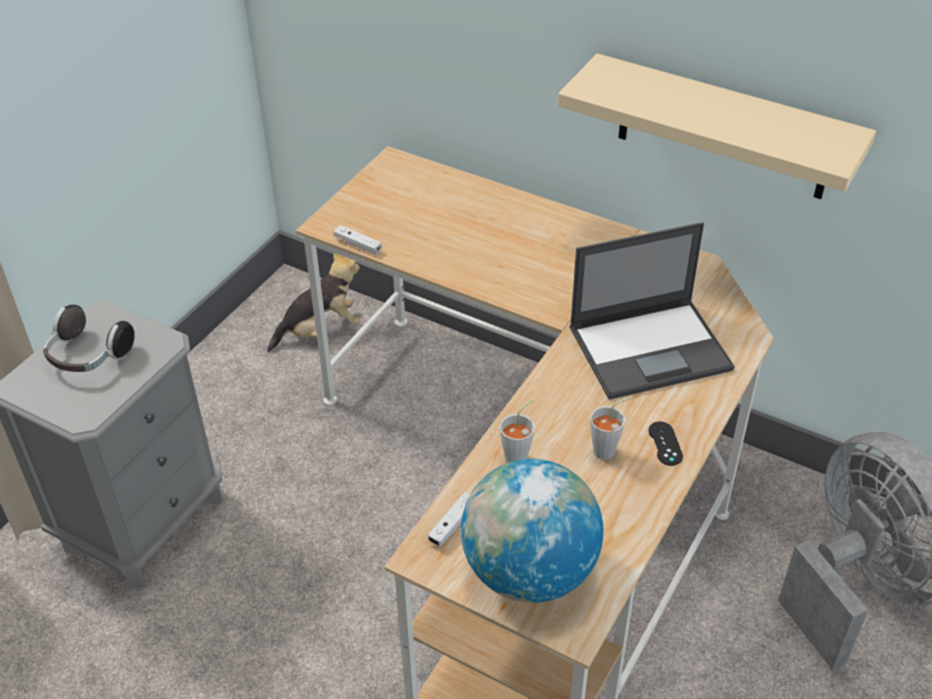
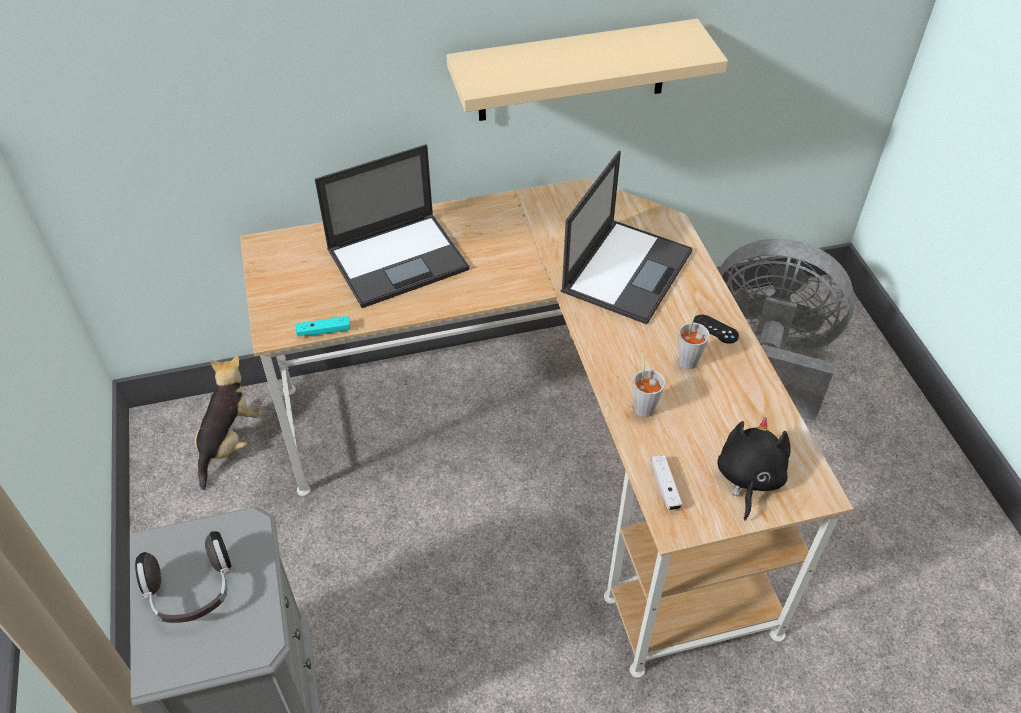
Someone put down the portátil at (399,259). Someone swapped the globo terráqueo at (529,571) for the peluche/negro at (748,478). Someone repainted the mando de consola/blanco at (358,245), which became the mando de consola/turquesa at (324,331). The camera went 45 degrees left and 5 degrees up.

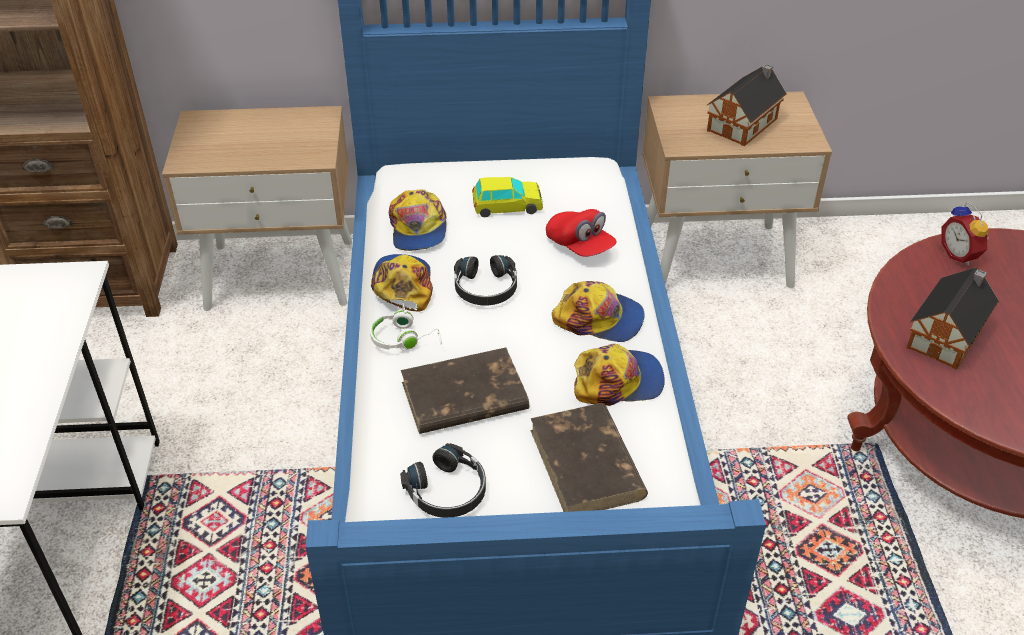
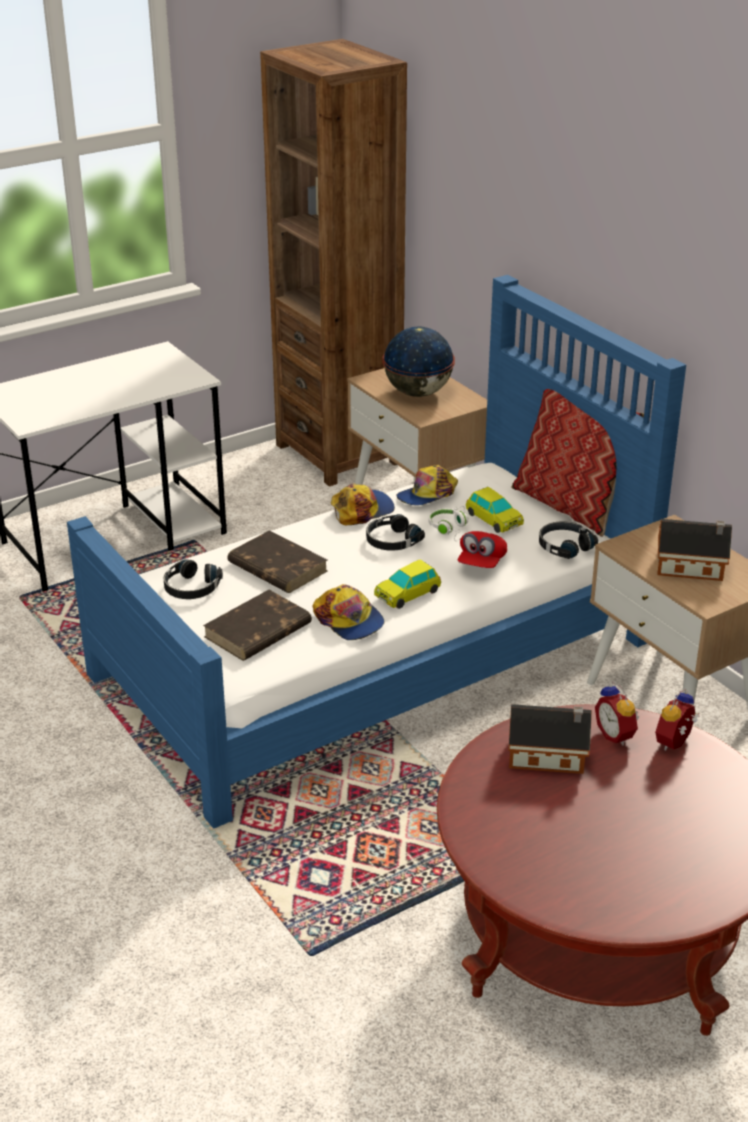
Someone put down the globo terráqueo at (417,393). Someone put down the cojín at (570,505). Someone put down the auriculares/negro at (564,546). Someone put down the despertador at (616,735). Someone carried the auriculares/blanco from (404,338) to (450,530). Someone swapped the gorra at (599,318) for the coche de juguete at (407,594). The camera went 60 degrees right and 10 degrees down.

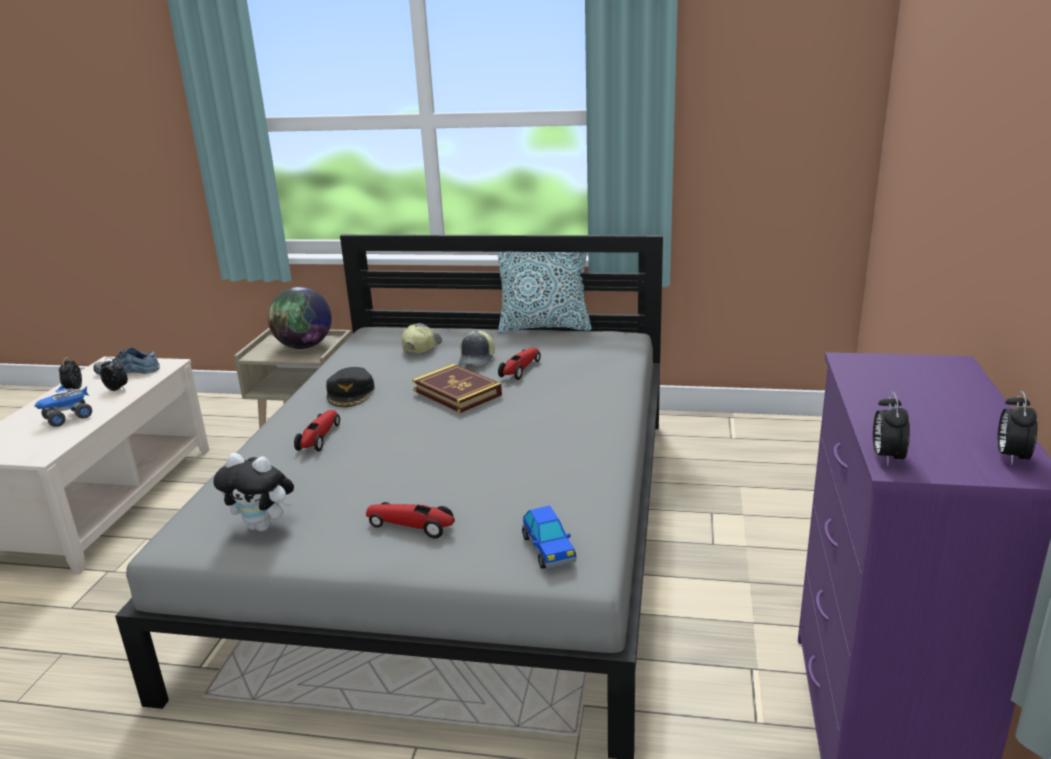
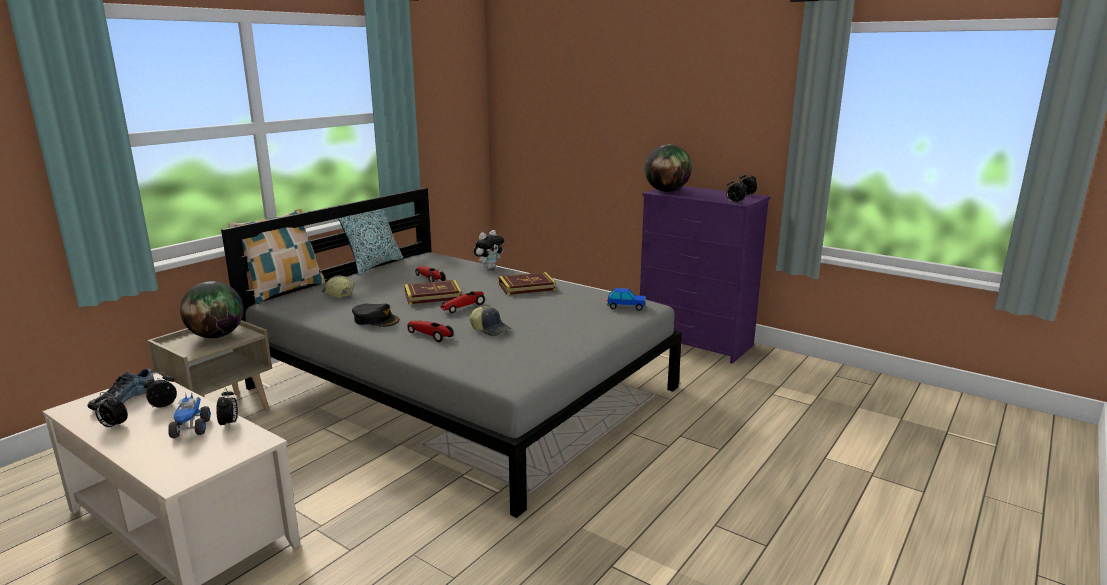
Someone put down the despertador at (229,424). Someone put down the cojín at (284,291). Someone put down the libro at (527,287). Someone put down the globo terráqueo at (667,191). Someone carried the peluche from (264,526) to (489,267). Someone carried the coche de juguete from (412,526) to (463,307). Someone carried the gorra from (477,359) to (490,329). The camera went 65 degrees left and 5 degrees down.

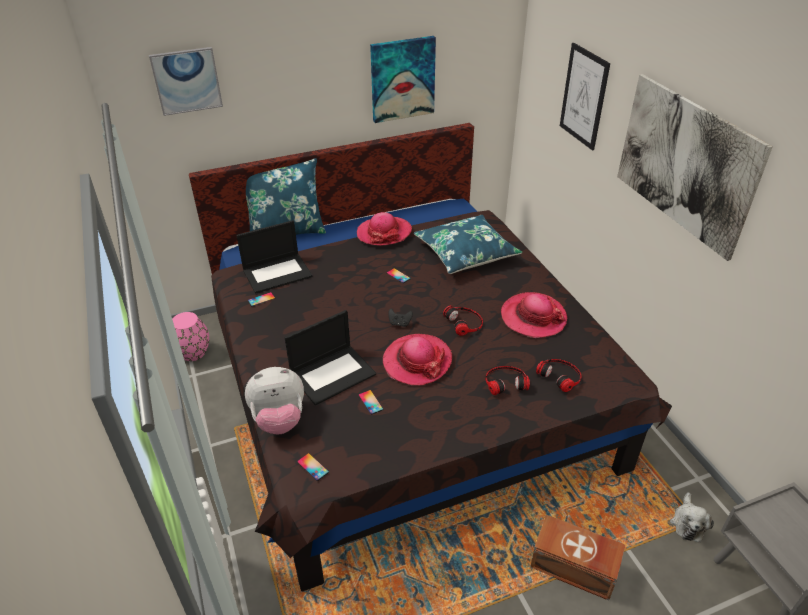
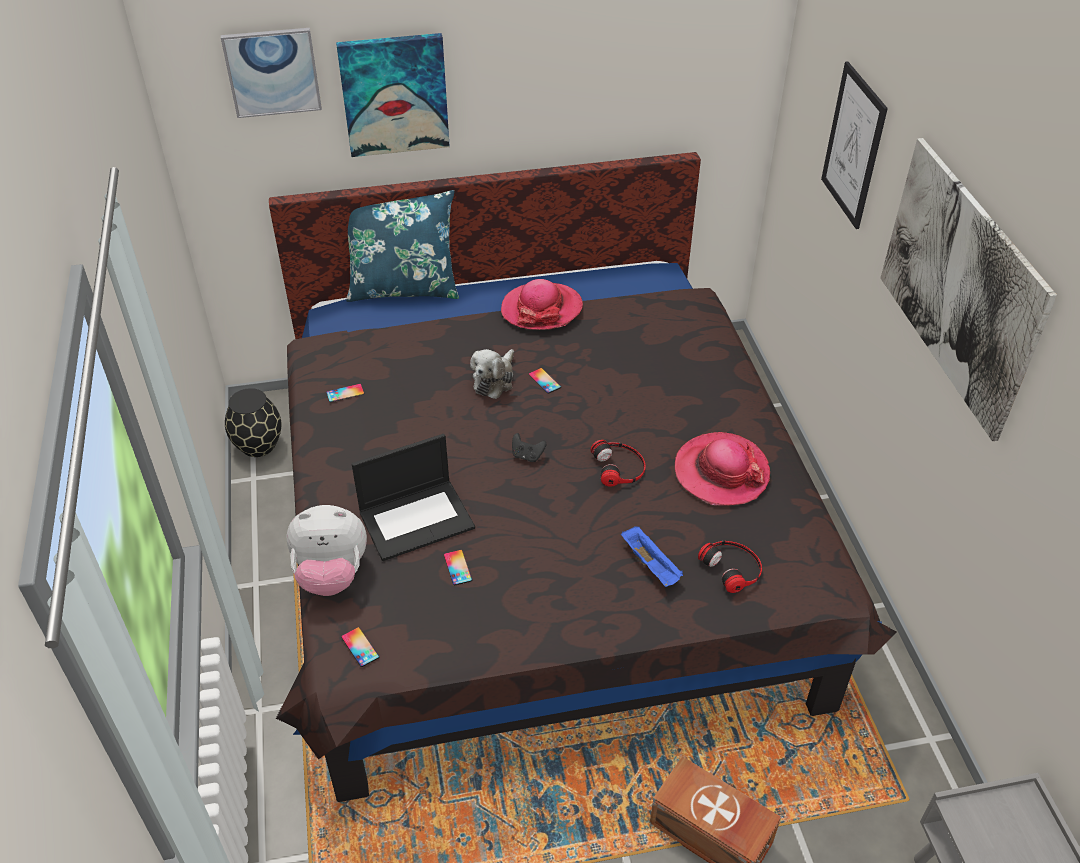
Someone took away the portátil at (278,273). Someone took away the sombrero at (417,361). Someone took away the cojín/azul at (466,253). Someone carried the cuadro from (402,79) to (394,94). Someone carried the peluche from (688,523) to (494,380). Someone swapped the auriculares at (505,382) for the bandeja/azul at (651,565). Someone repainted the florero/rosa at (194,352), which became the florero/negro at (259,445). The camera went 10 degrees right and 5 degrees up.

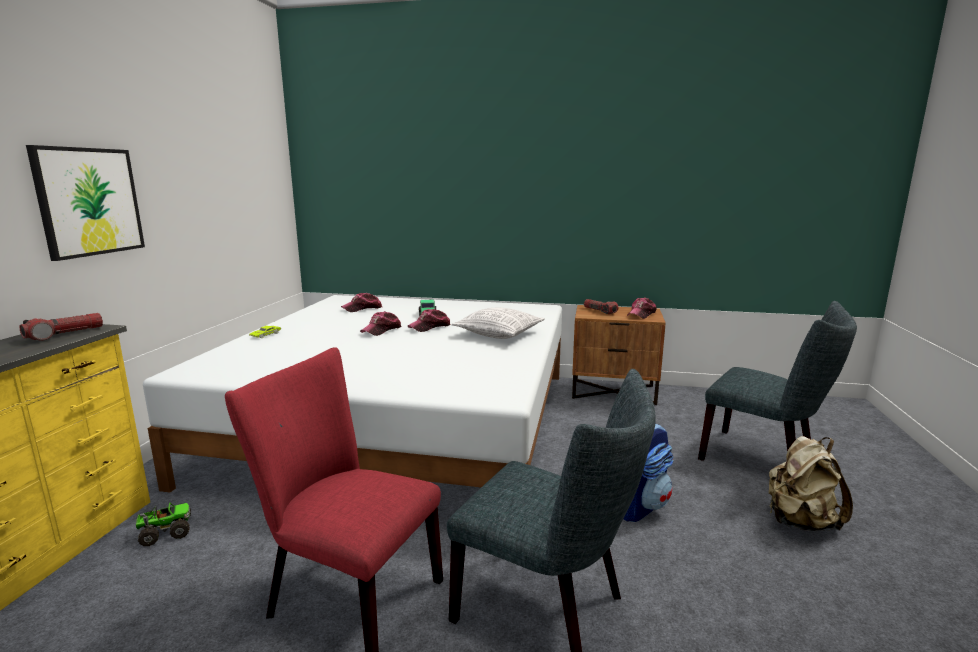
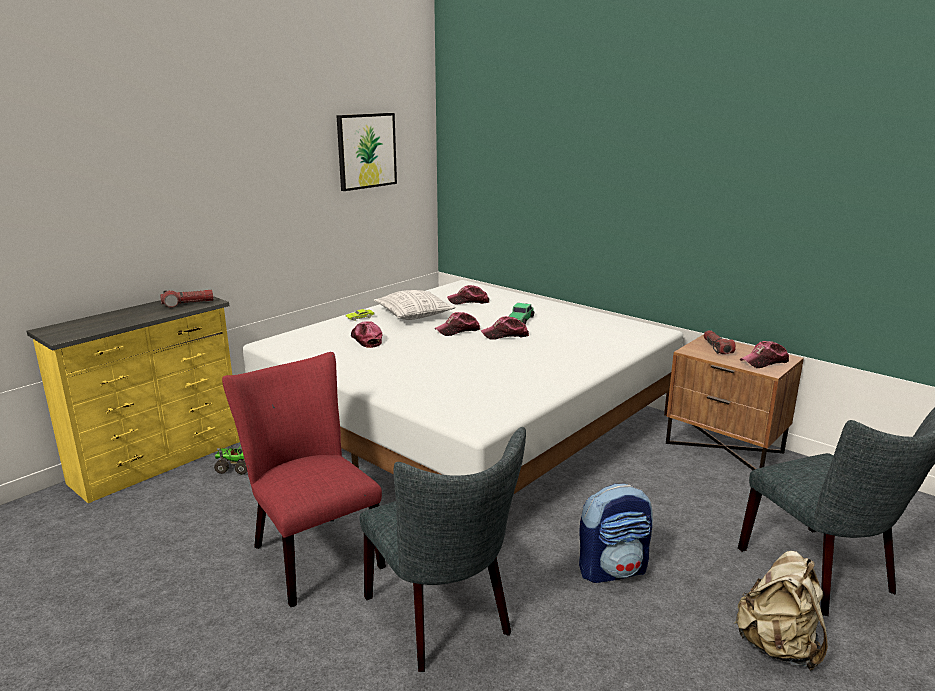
Someone put down the gorra at (366,339). Someone carried the cuadro from (89,201) to (366,151). Someone carried the cojín from (499,334) to (414,315). The camera went 30 degrees right and 5 degrees up.

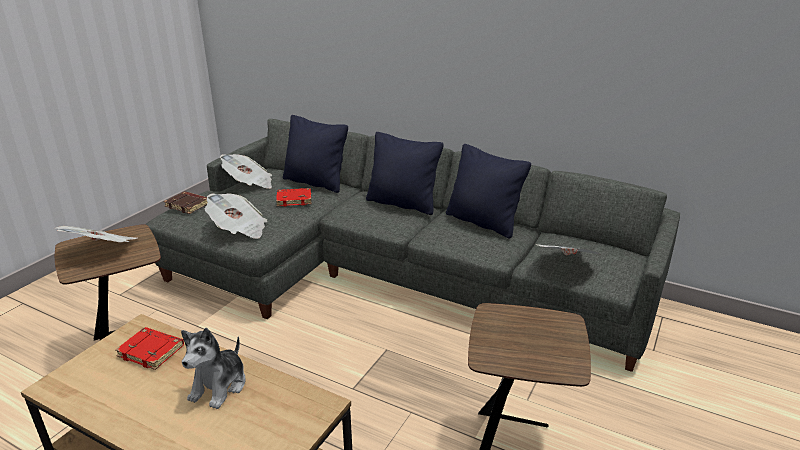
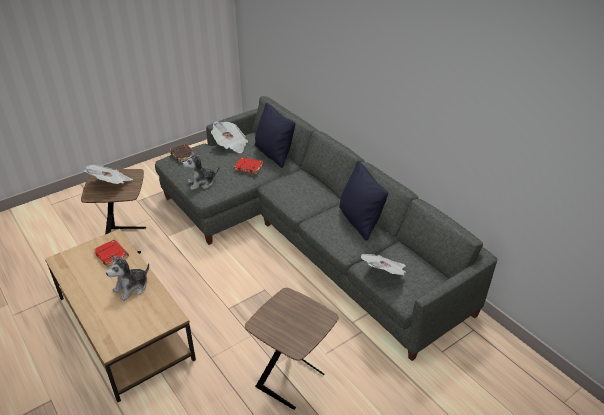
Someone took away the cojín/negro at (403,204). Someone swapped the periódico at (239,229) for the peluche at (202,183). The camera went 25 degrees right and 10 degrees up.

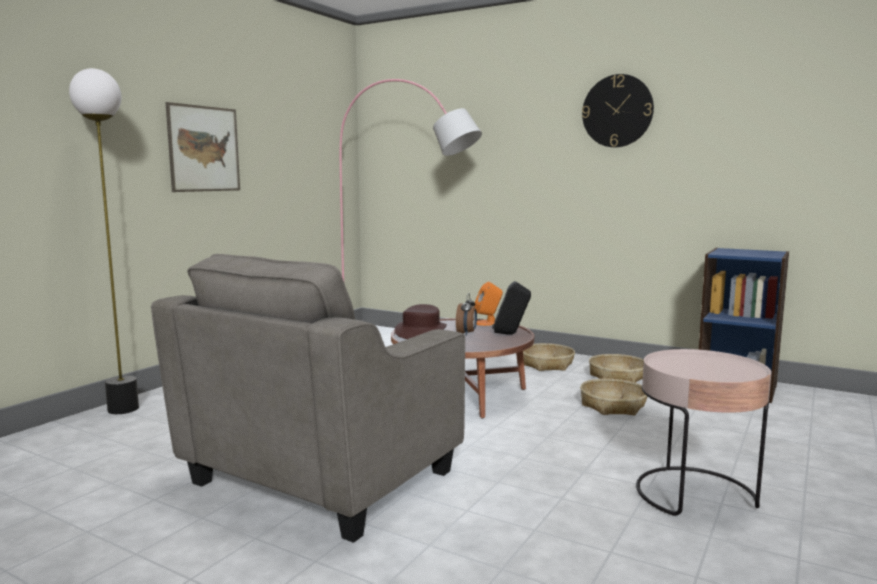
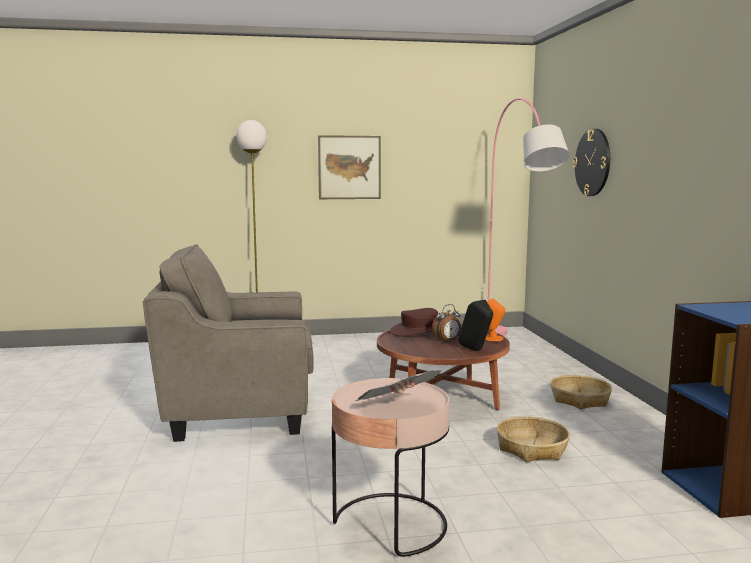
Someone took away the cesta at (617,377). Someone put down the periódico at (397,408). Someone carried the reloj de pared from (617,111) to (593,162). The camera went 50 degrees right and 0 degrees up.

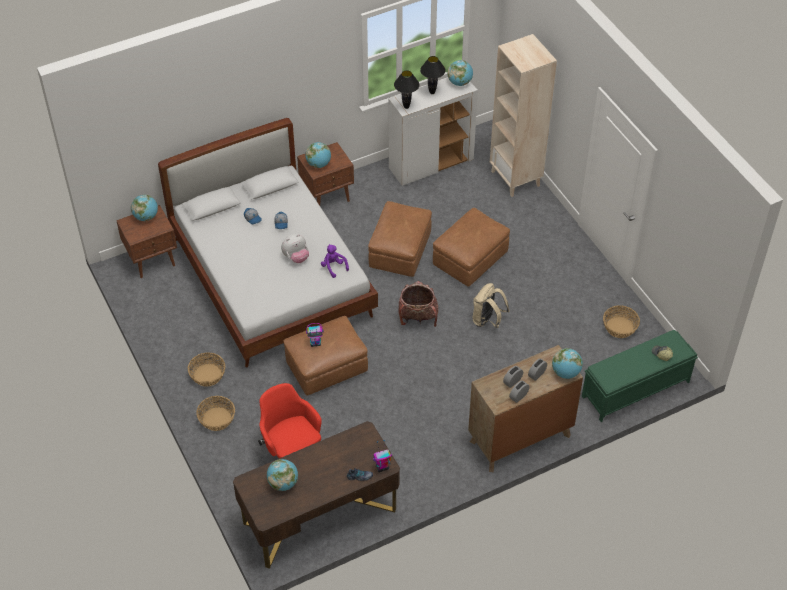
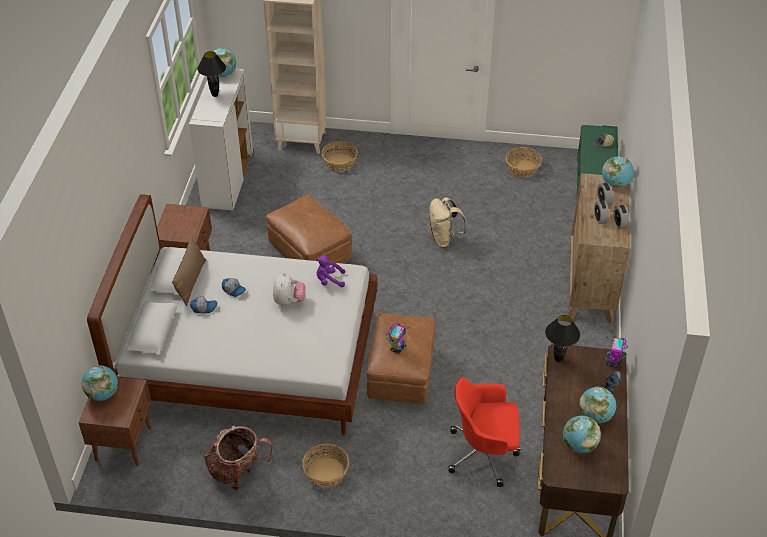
Someone took away the puf/marrón at (470,260). Someone put down the cojín/marrón at (190,281). Someone carried the cesta from (216,419) to (339,162). Someone carried the globo terráqueo from (318,164) to (595,416). Someone carried the lámpara de mesa/negro from (406,107) to (558,360). Someone carried the mochila from (417,317) to (237,470). The camera went 55 degrees left and 5 degrees down.

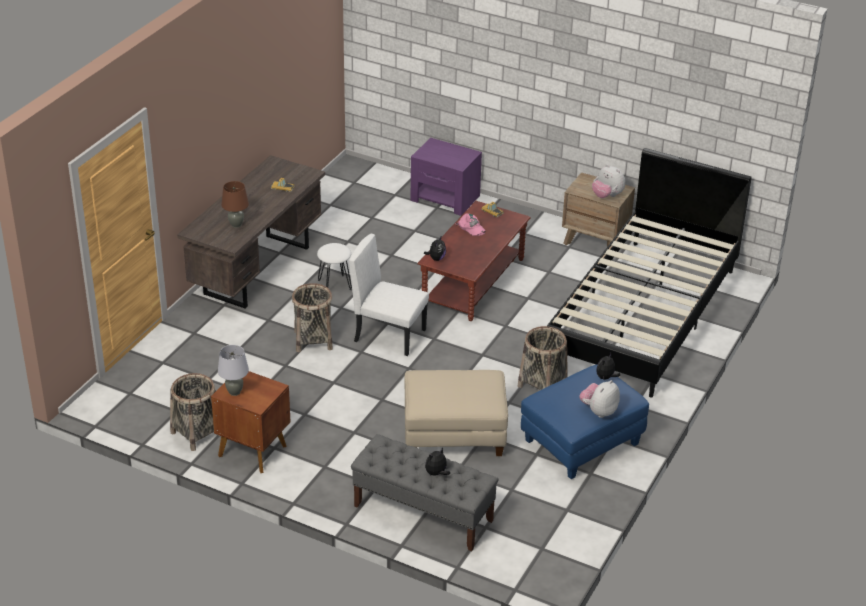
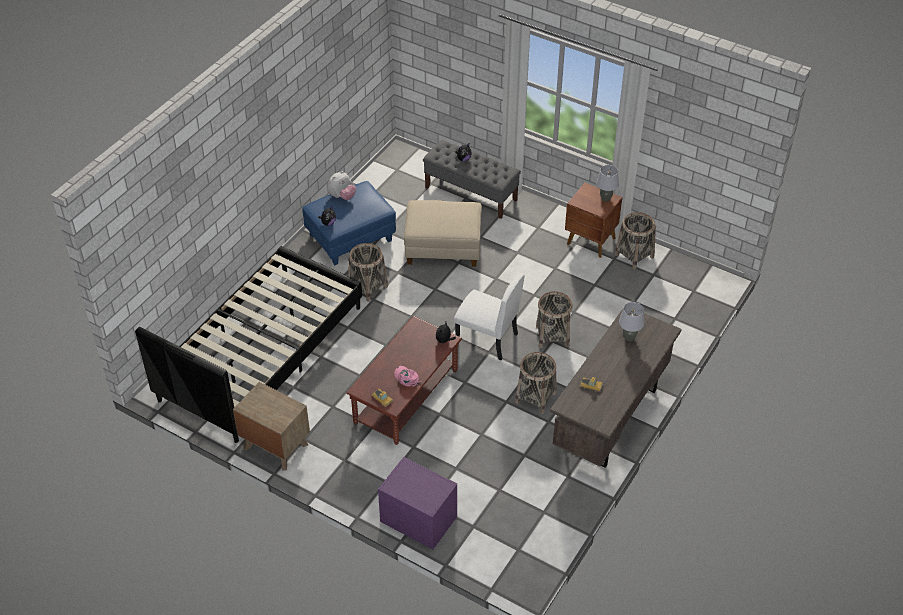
Someone took away the peluche at (607,196). Someone swapped the taburete/blanco at (335,285) for the cesta at (535,397). Someone repainted the lámpara de mesa/marrón at (236,225), which became the lámpara de mesa/gris at (629,337). The camera went 175 degrees left and 10 degrees up.

